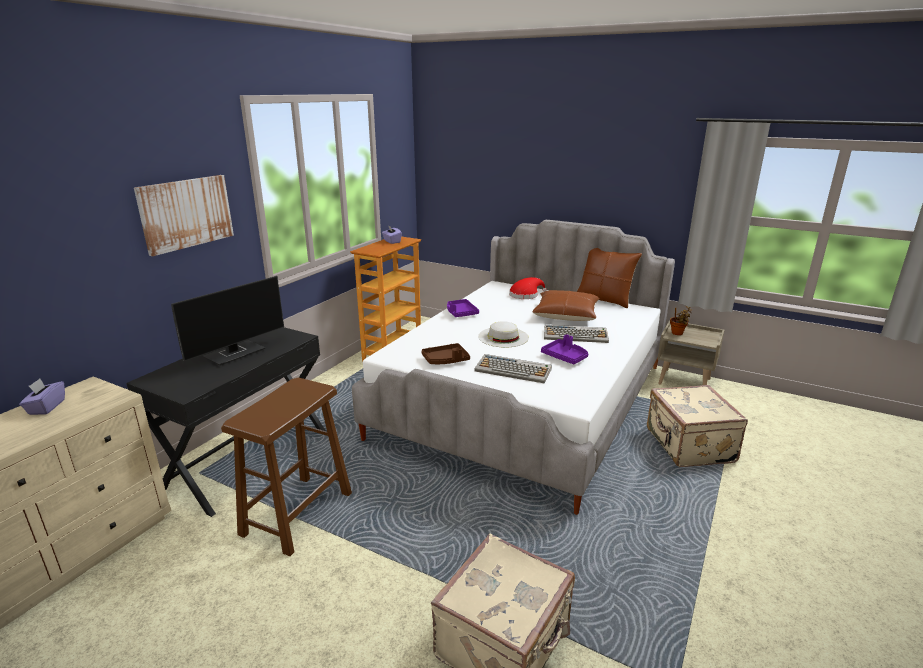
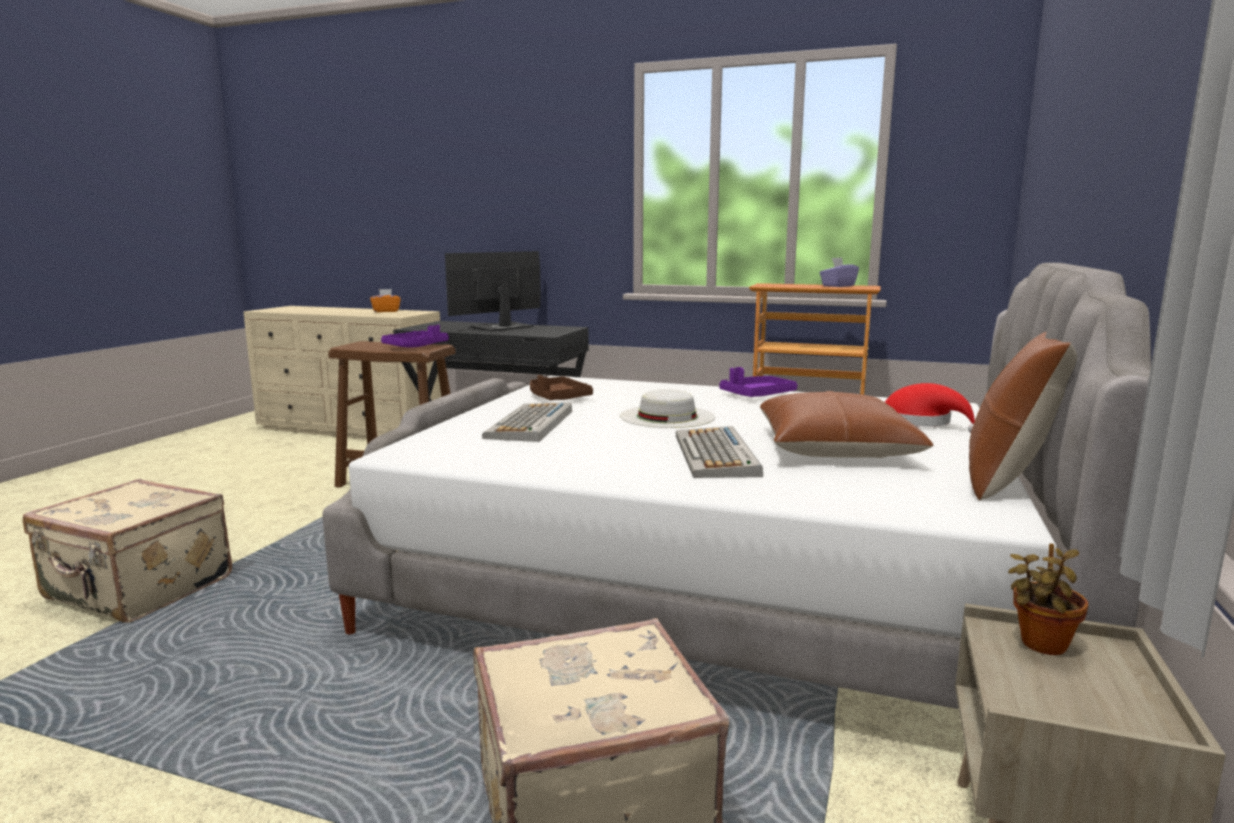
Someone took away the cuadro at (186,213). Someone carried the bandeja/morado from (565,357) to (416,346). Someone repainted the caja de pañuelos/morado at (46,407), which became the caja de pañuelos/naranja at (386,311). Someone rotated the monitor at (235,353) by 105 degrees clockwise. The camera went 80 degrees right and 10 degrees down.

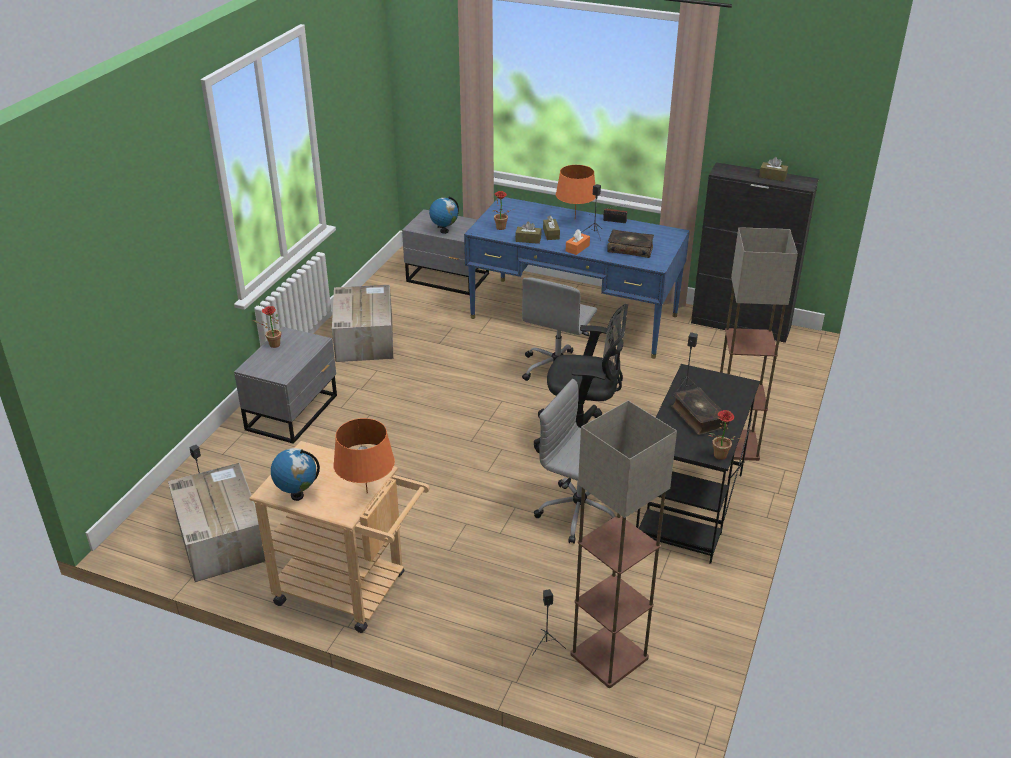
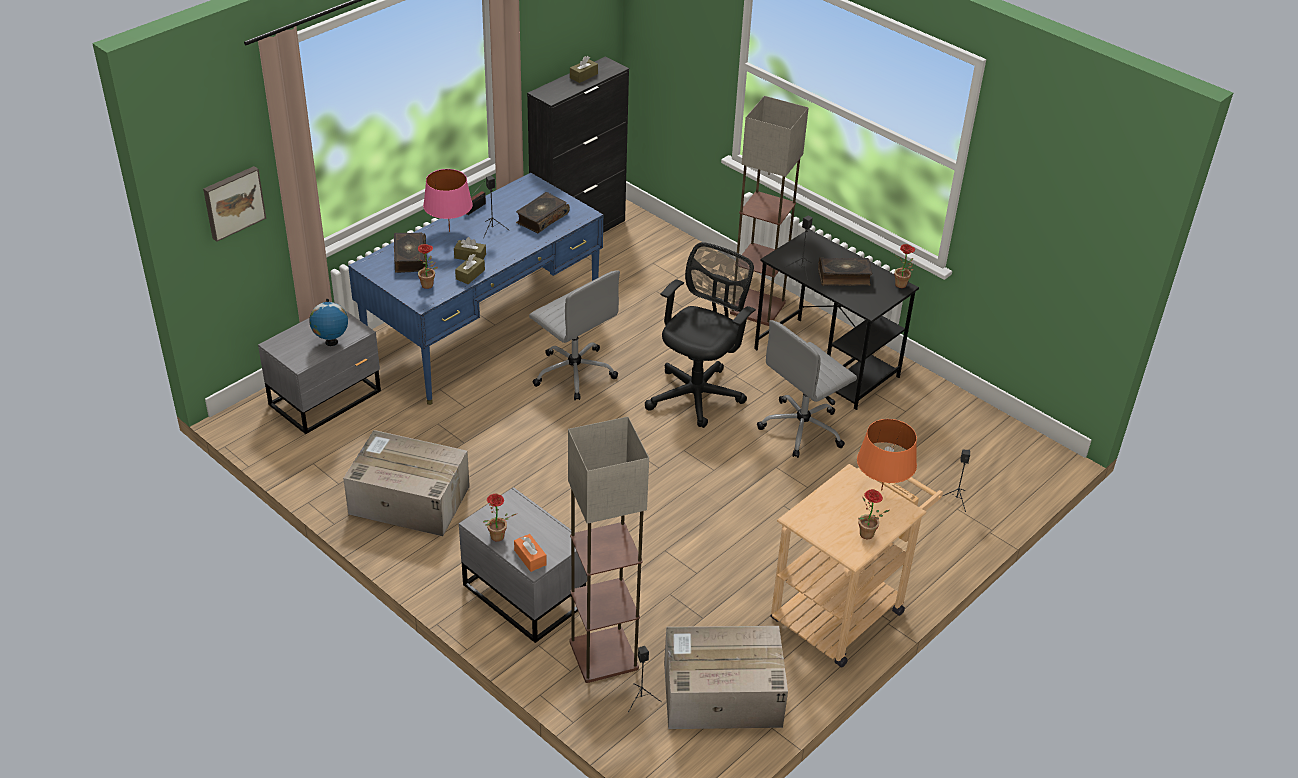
Someone put up the cuadro at (233,202). Someone put down the libro at (409,258). Someone carried the caja de pañuelos/naranja from (577,248) to (530,557). Someone carried the lámpara de pie from (609,657) to (605,655). Someone swapped the globo terráqueo at (297,495) for the planta en maceta at (867,536). Someone repainted the lámpara de mesa/naranja at (575,219), which became the lámpara de mesa/rosa at (449,231). The camera went 70 degrees left and 5 degrees up.

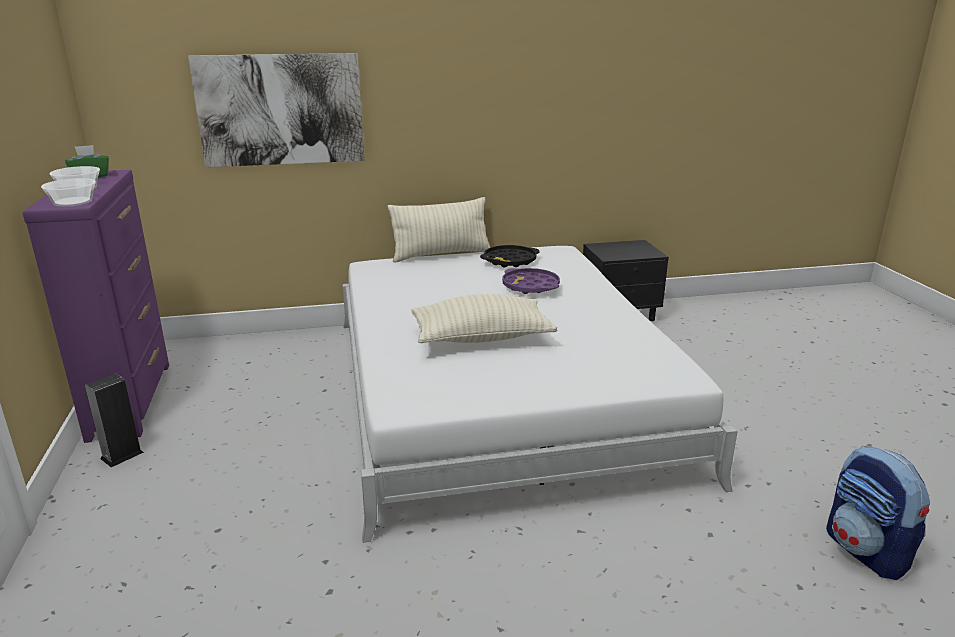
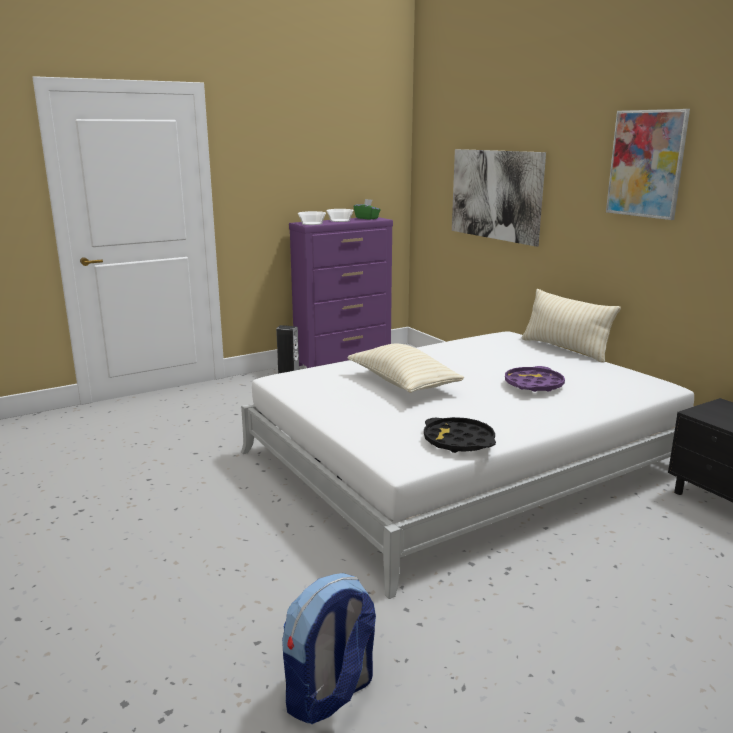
Someone put up the cuadro at (646,164). Someone carried the bandeja/negro from (510,261) to (458,441). The camera went 70 degrees right and 5 degrees down.

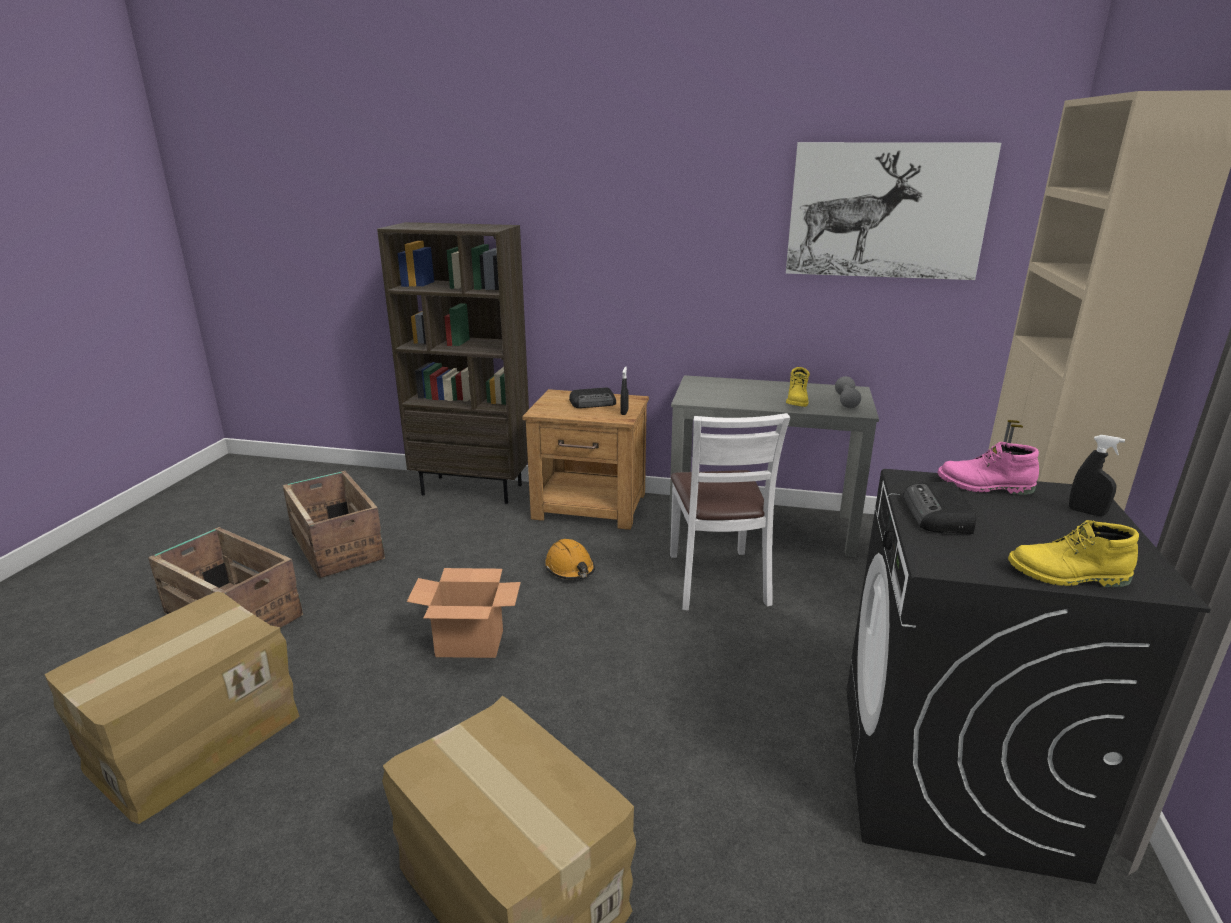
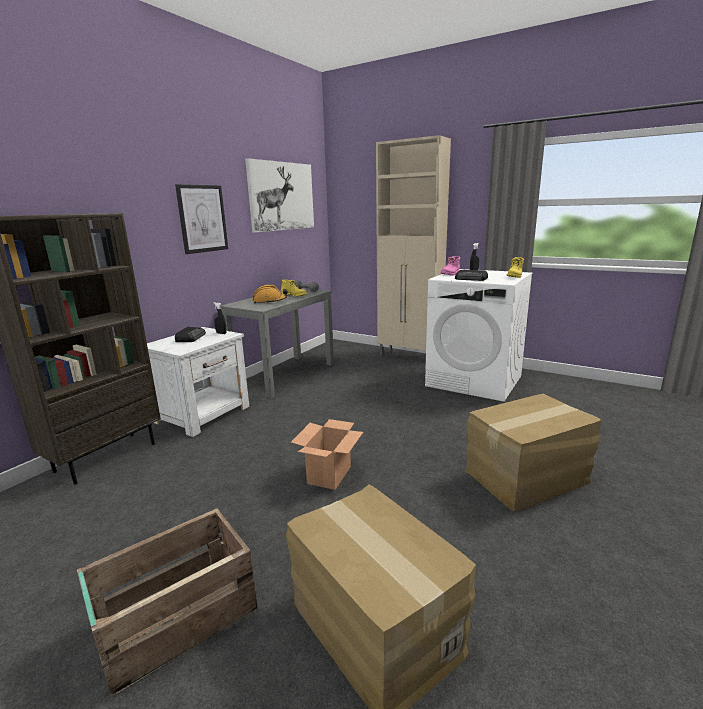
Someone took away the caja de embalaje at (337,545). Someone took away the silla/blanco at (716,580). Someone put up the cuadro at (202,219). Someone carried the casco/naranja from (570,568) to (270,301). Someone repainted the mesita de noche/marrón at (591,507), which became the mesita de noche/blanco at (204,414). Someone repainted the lavadora/negro at (953,775), which became the lavadora/blanco at (474,381). The camera went 70 degrees left and 5 degrees down.

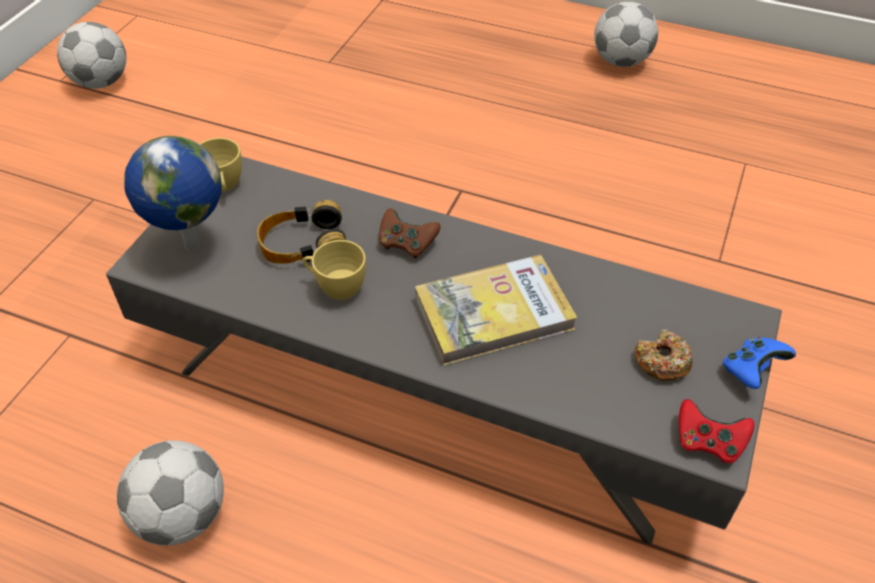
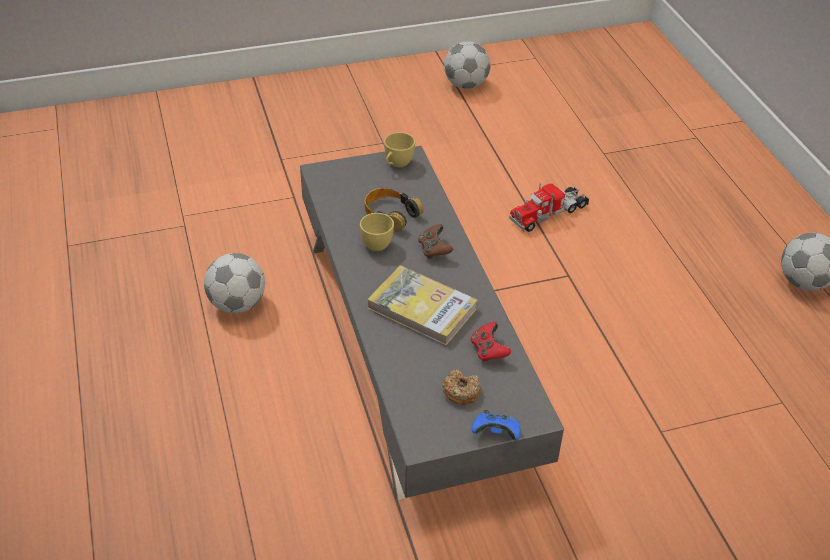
Someone took away the globo terráqueo at (190,247). Someone put down the camión de juguete at (549,213). Someone carried the mando de consola/rojo from (708,442) to (488,351). The camera went 50 degrees right and 5 degrees down.

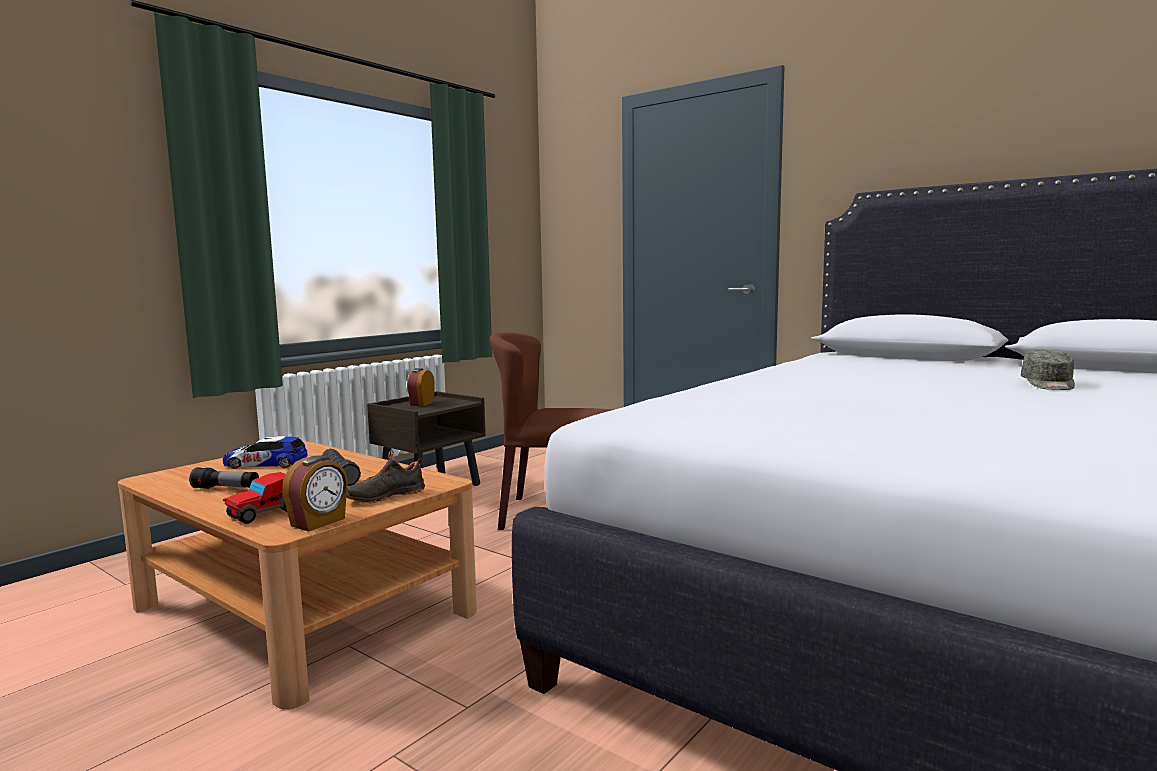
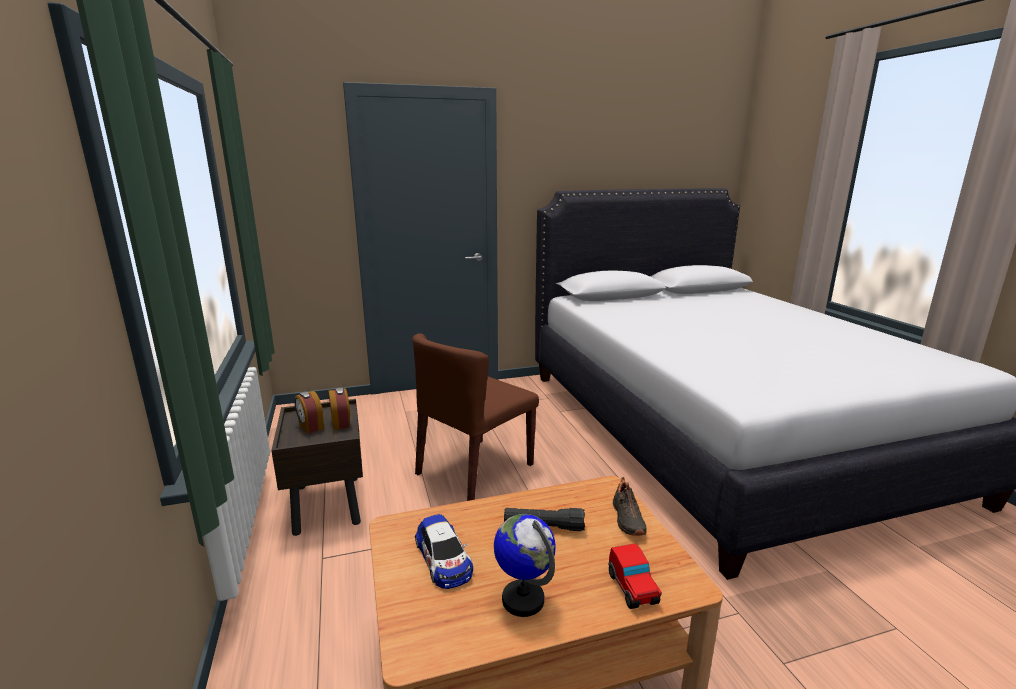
Someone took away the gorra/gris at (1048,385). Someone carried the despertador from (319,522) to (341,423). Someone swapped the linterna at (226,489) for the globo terráqueo at (523,599). Someone rotated the coche de juguete at (265,463) by 60 degrees counterclockwise. The camera went 55 degrees left and 10 degrees up.

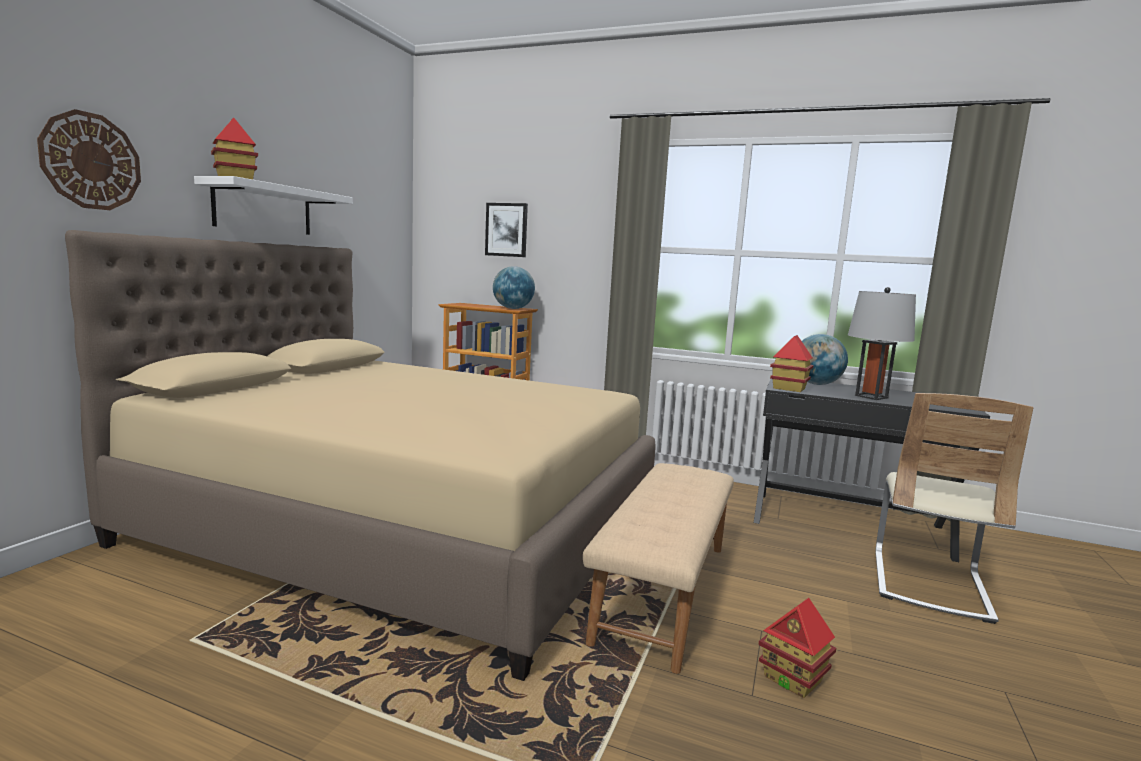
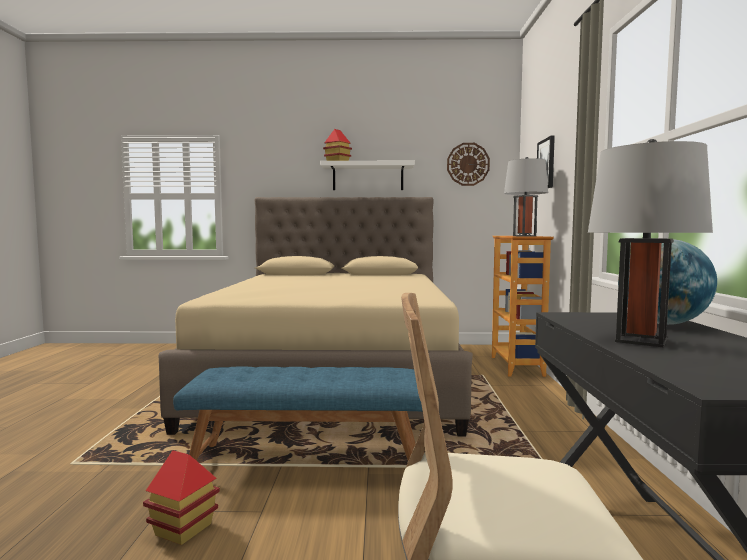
Someone took away the casita at (789,388). Someone carried the reloj de pared from (91,161) to (468,164). Someone swapped the globo terráqueo at (513,308) for the lámpara de mesa/gris at (524,236). Someone repainted the banco/beis at (662,590), which became the banco/azul at (308,461). The camera went 70 degrees right and 5 degrees down.

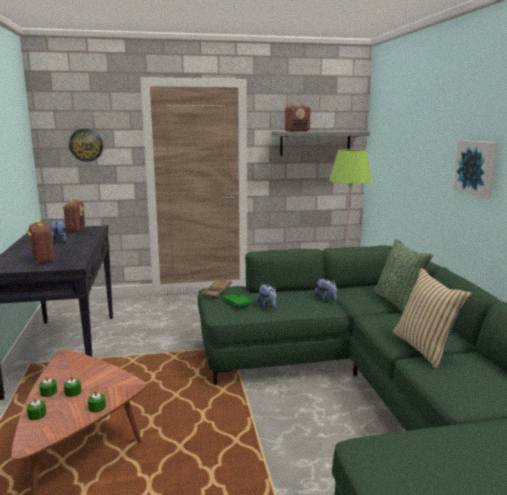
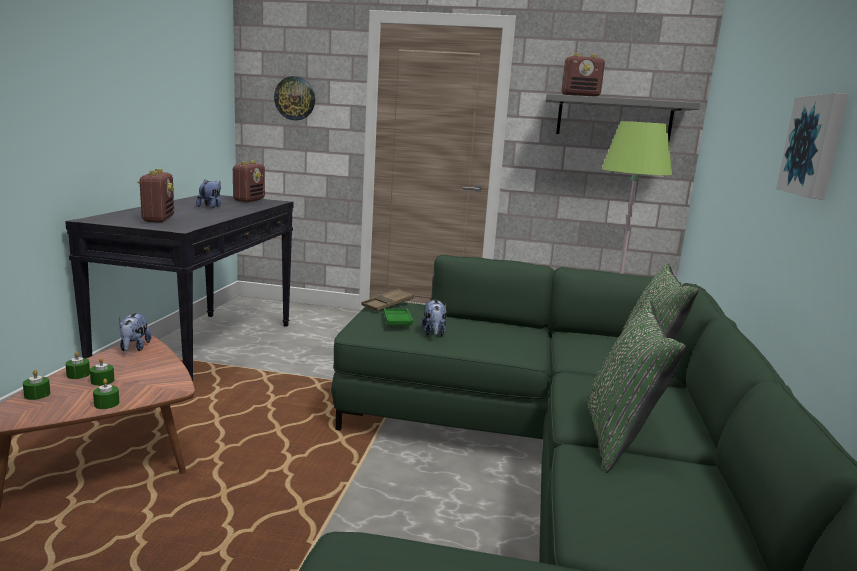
Someone carried the peluche from (326,299) to (134,348). Someone repainted the cojín/beis at (425,348), which became the cojín/verde at (619,438). The camera went 20 degrees right and 0 degrees up.

